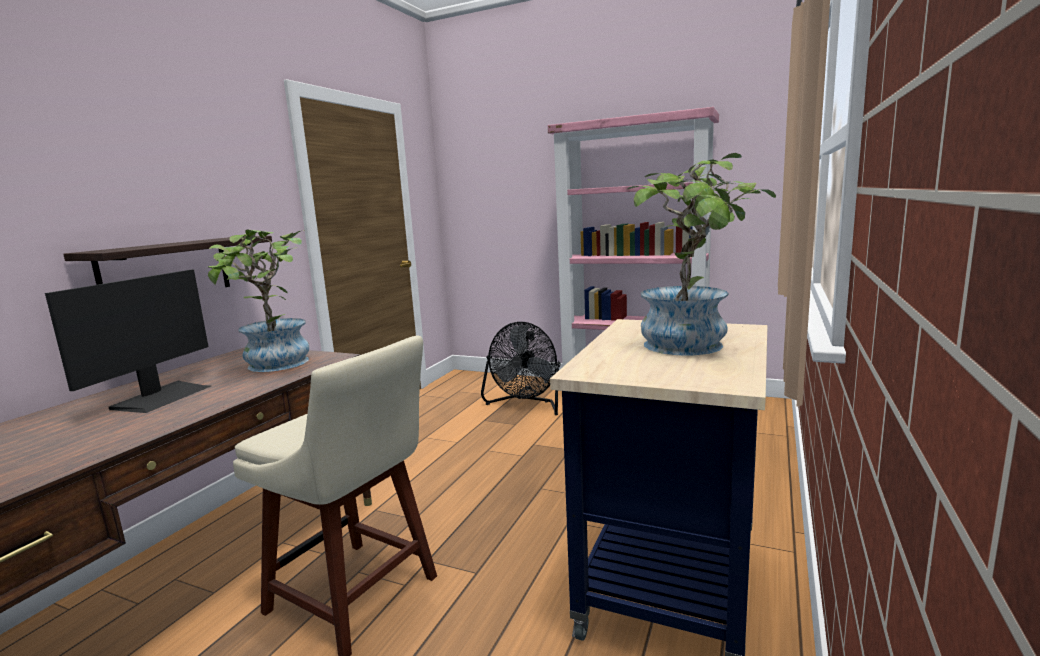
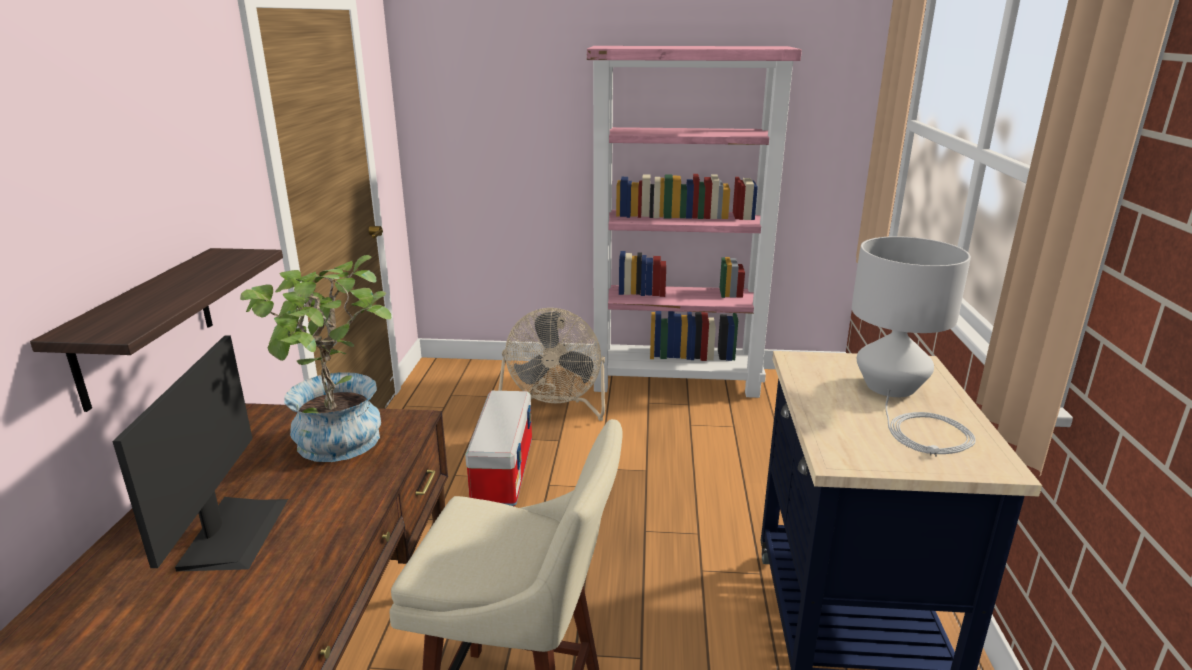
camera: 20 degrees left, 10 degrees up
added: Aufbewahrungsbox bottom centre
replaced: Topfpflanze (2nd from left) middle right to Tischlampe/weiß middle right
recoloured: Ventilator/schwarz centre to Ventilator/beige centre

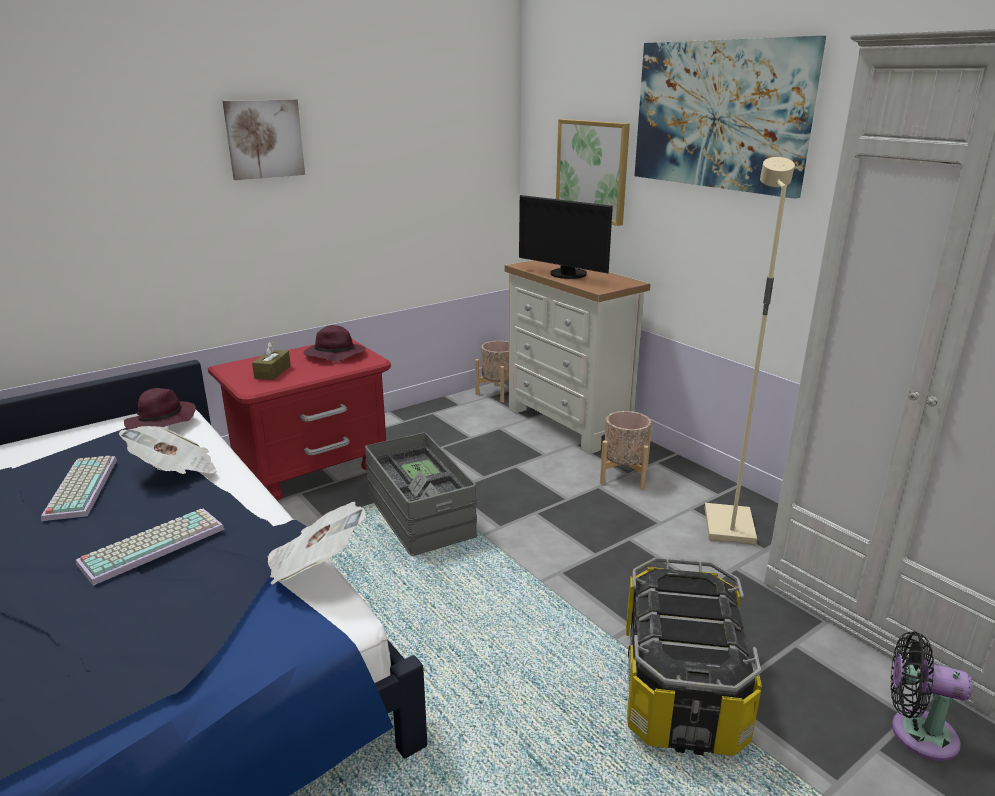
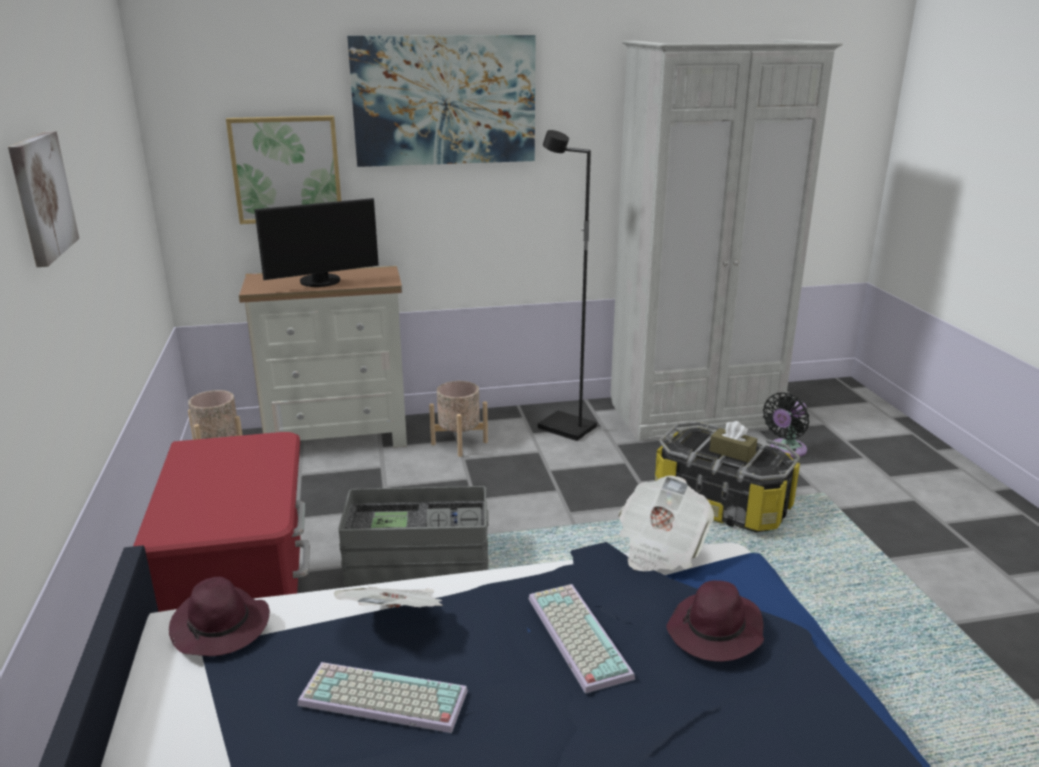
camera: 65 degrees left, 0 degrees up
moved: Hut/lila (2nd from left) centre to bottom right; Taschentuchbox/braun middle left to middle right
recoloured: Stehlampe/beige middle right to Stehlampe/schwarz centre

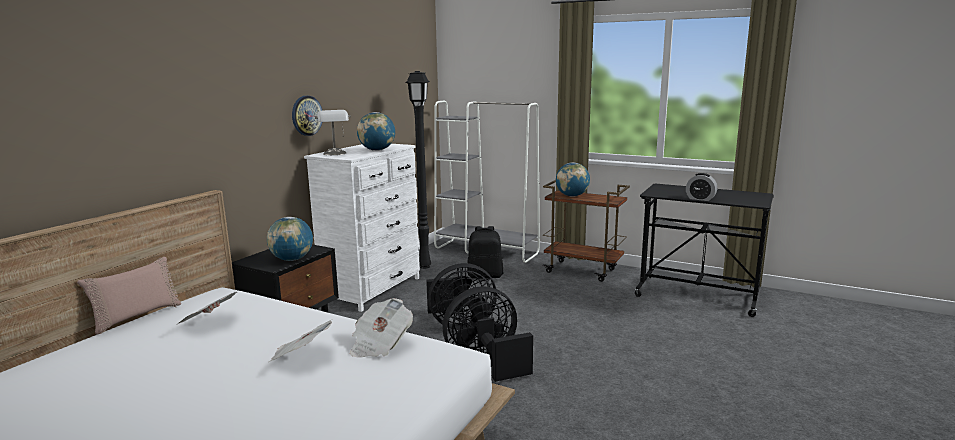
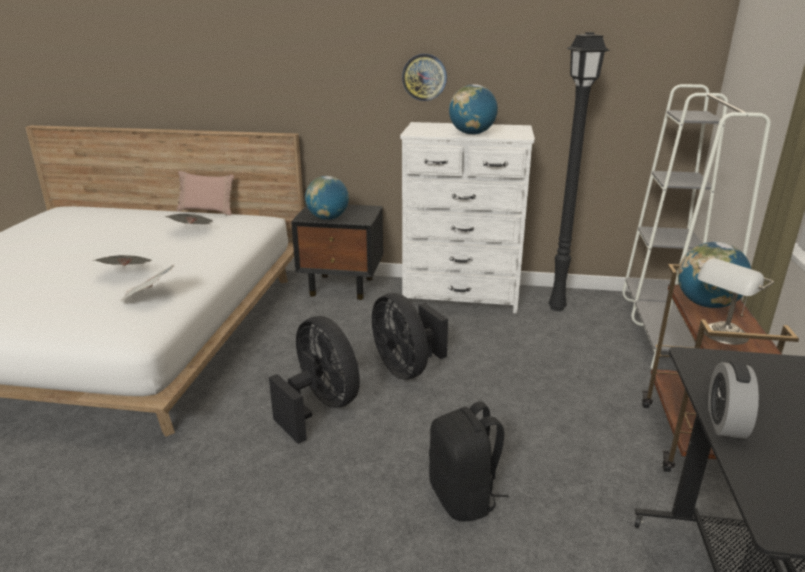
camera: 70 degrees right, 10 degrees up
moved: Rucksack/schwarz centre to bottom centre; Tischlampe/weiß top centre to middle right

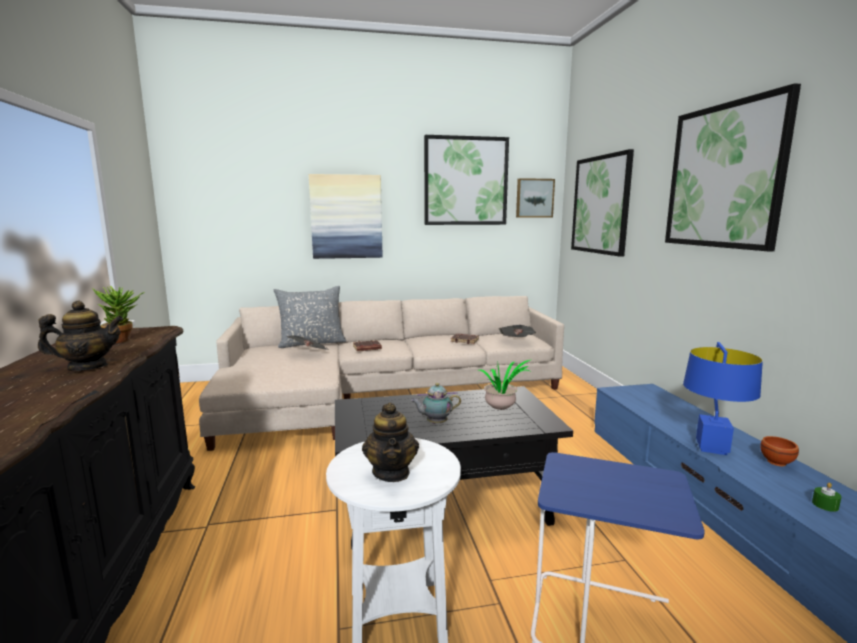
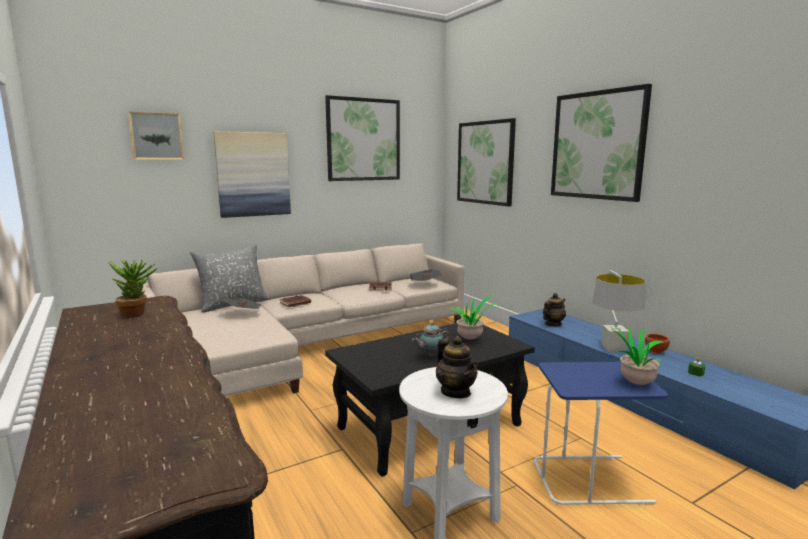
camera: 20 degrees left, 0 degrees up
added: Topfpflanze (3rd from left) middle right
moved: Bild (3rd from left in the first image) top centre to Bild (1st from left) top left; Teekanne (1st from left in the first image) middle left to Teekanne (3rd from left) middle right
recoloured: Tischlampe/blau middle right to Tischlampe/grau middle right

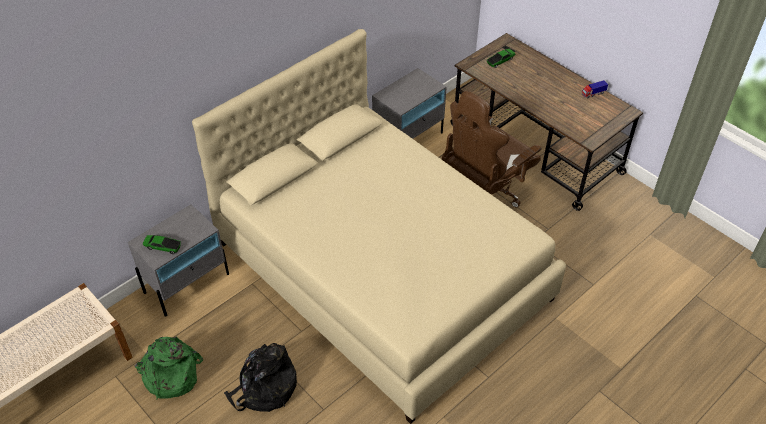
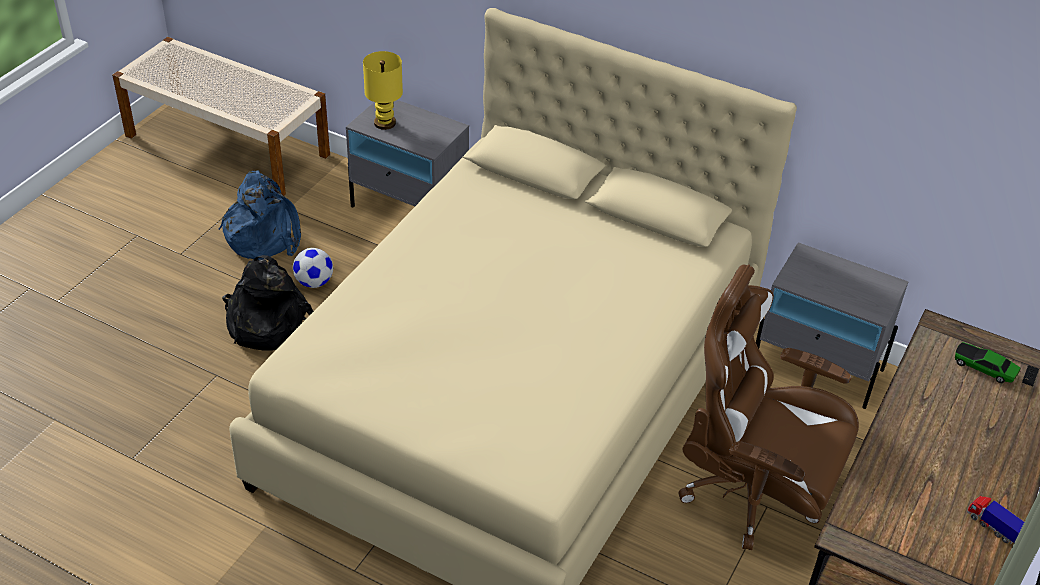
camera: 70 degrees right, 5 degrees down
added: Fußball middle left
replaced: Spielzeugauto (1st from left) middle left to Tischlampe/gelb top centre
recoloured: Rucksack/grün bottom left to Rucksack/blau middle left

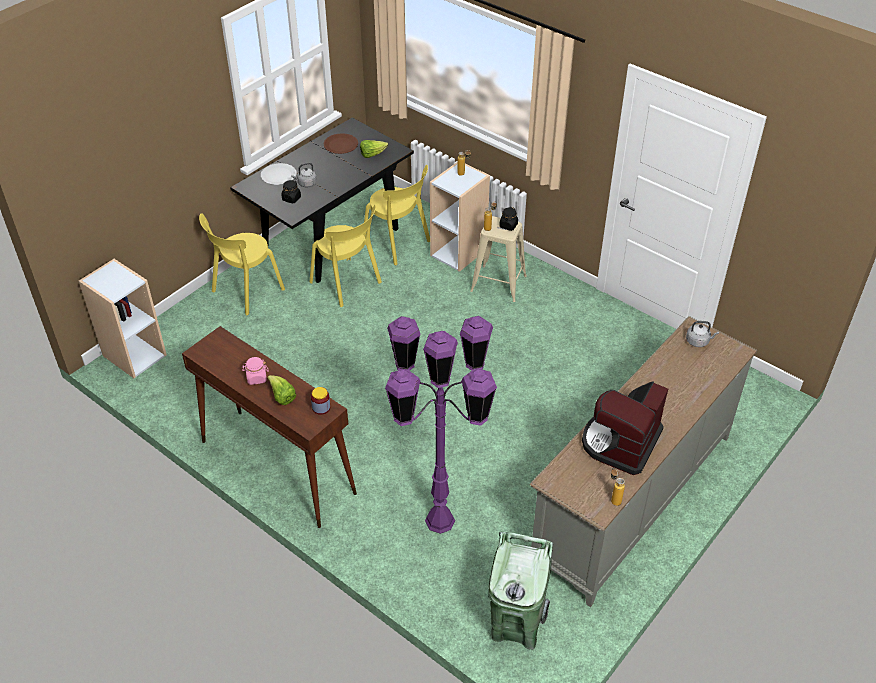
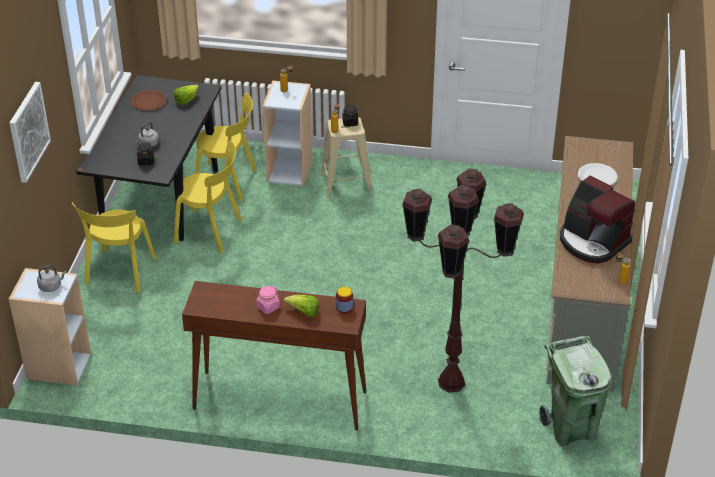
camera: 30 degrees left, 5 degrees down
added: Bild top left
moved: Wasserkessel/grau (2nd from left in the first image) middle right to Wasserkessel/grau (1st from left) middle left; Teller/weiß top left to middle right
recoloured: Stehlampe/lila centre to Stehlampe/braun centre
turned: Kaffeemaschine middle right = middle right 45 degrees counterclockwise

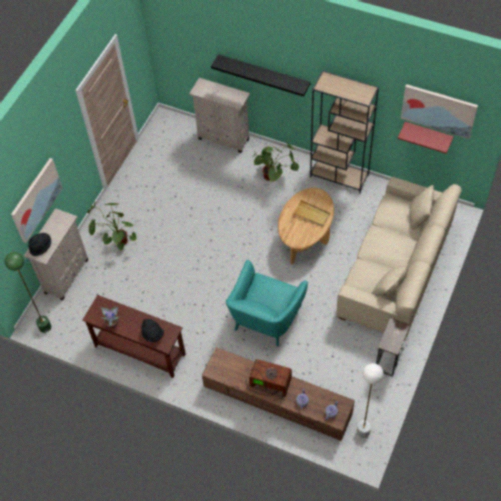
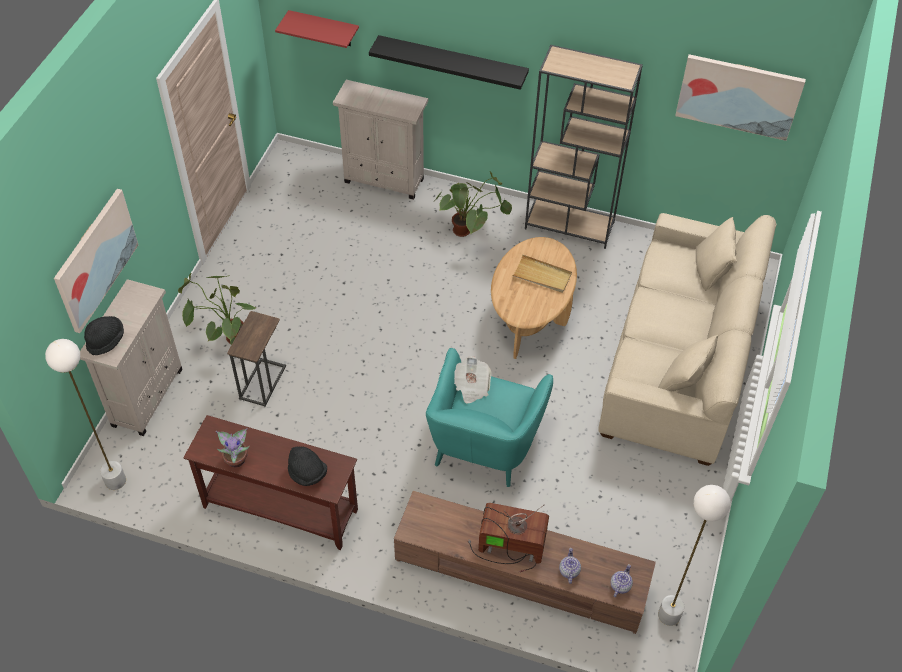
camera: 10 degrees left, 5 degrees down
added: Zeitung centre
moved: Beistelltisch/braun bottom right to middle left; Wandregal/rot top right to top centre
recoloured: Stehlampe/grün middle left to Stehlampe/weiß (1st from left) middle left

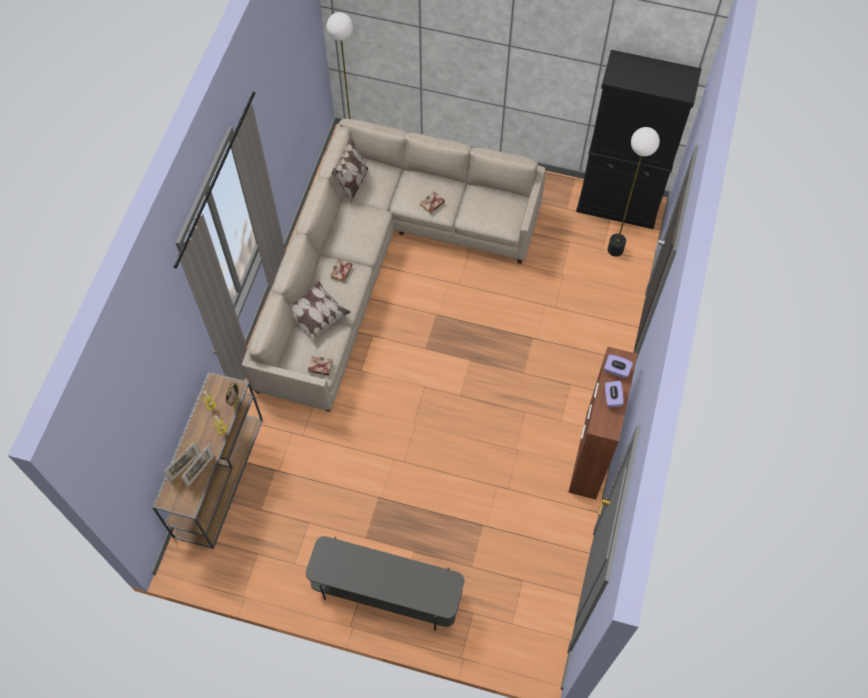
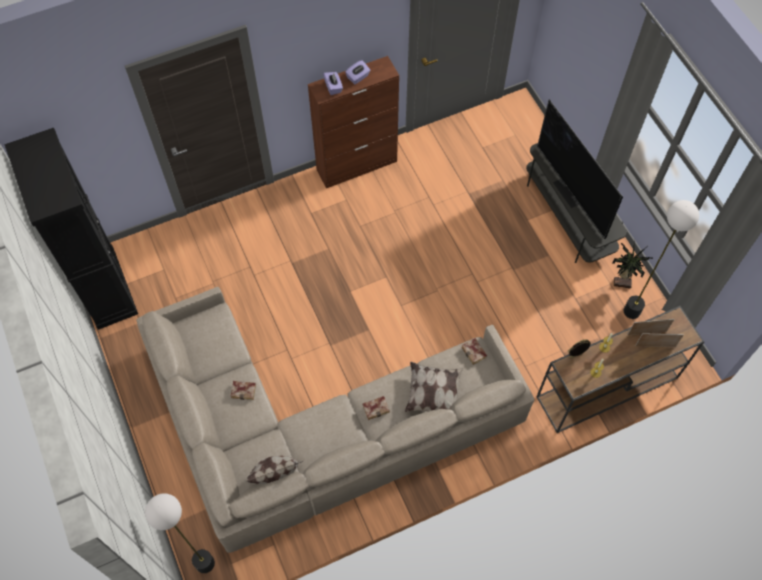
camera: 130 degrees left, 0 degrees up
added: Fernseher top right; Topfpflanze middle right
moved: Stehlampe (2nd from left) top right to middle right

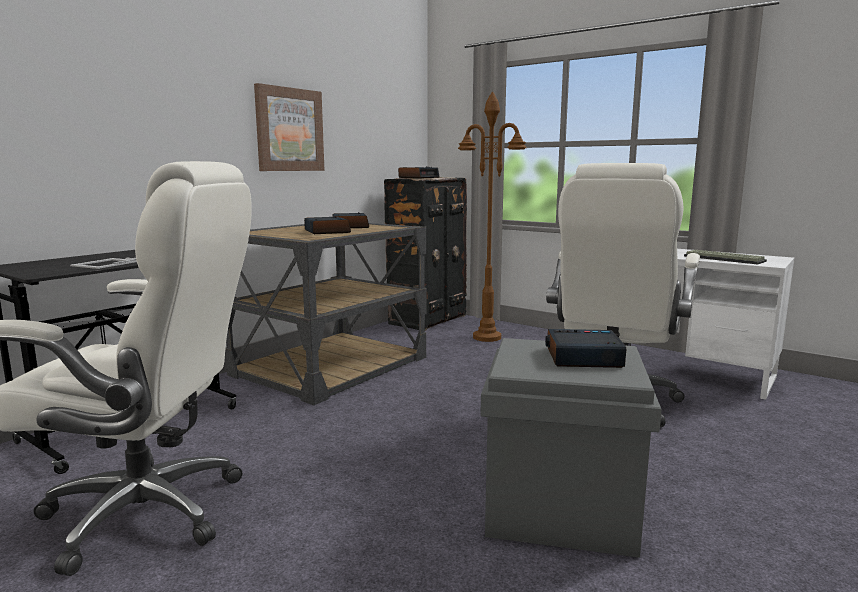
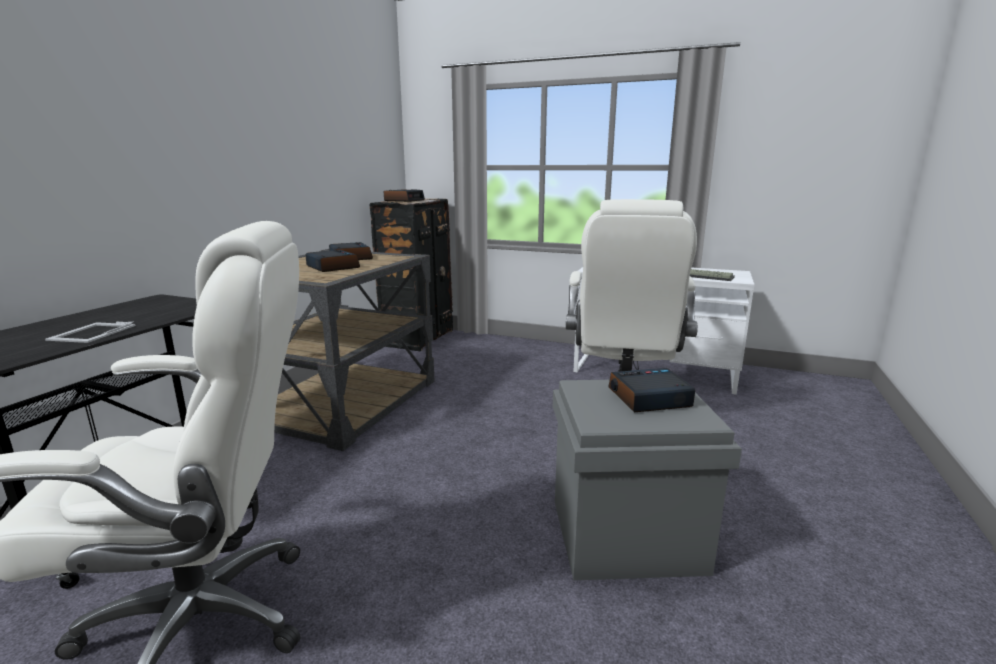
camera: 15 degrees left, 5 degrees up
removed: Bild top centre; Stehlampe/braun centre

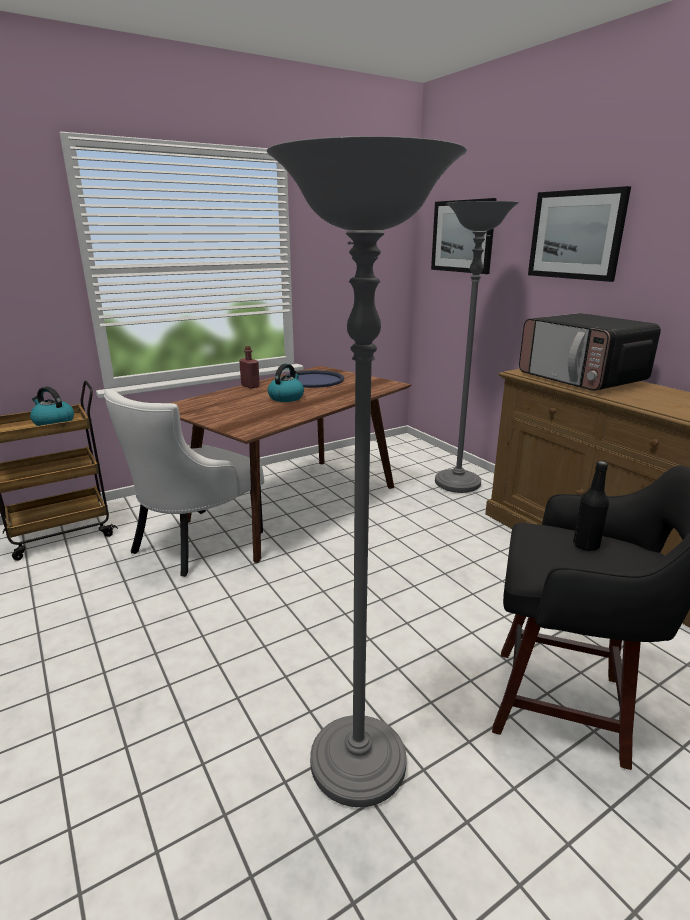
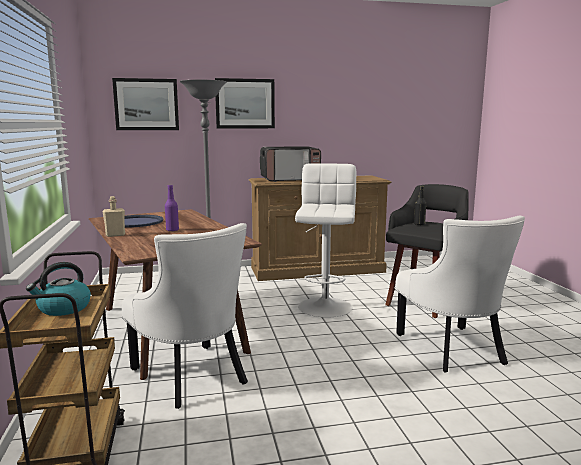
camera: 70 degrees left, 10 degrees down
added: Hocker/weiß centre
replaced: Wasserkessel (2nd from left) centre to Flasche/lila middle left; Stehlampe/grau (1st from left) centre to Stuhl/weiß (2nd from left) middle right
recoloured: Flasche/rot centre to Flasche/beige middle left

